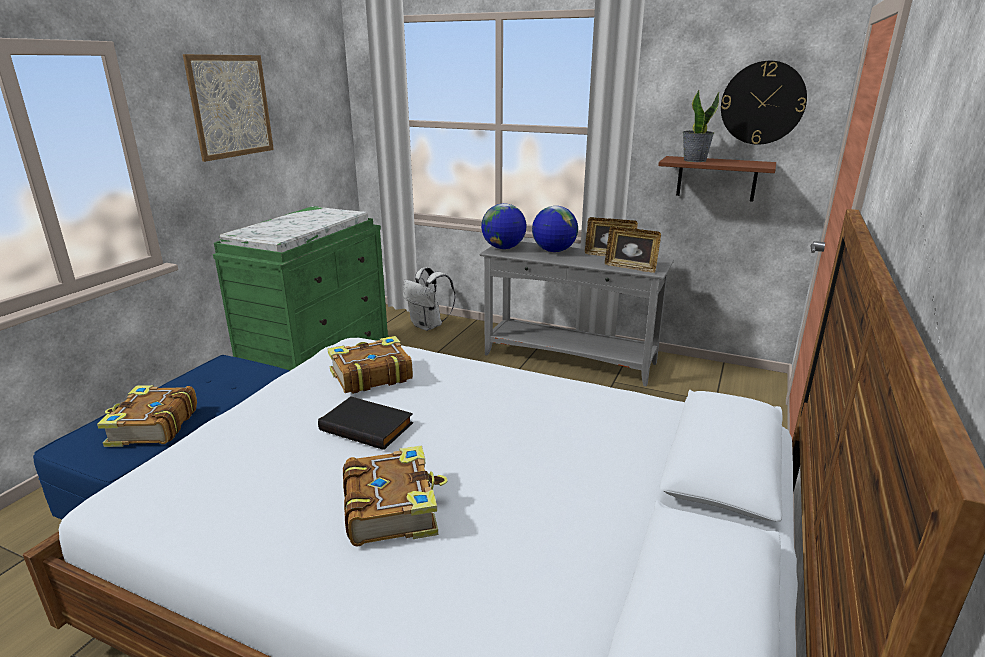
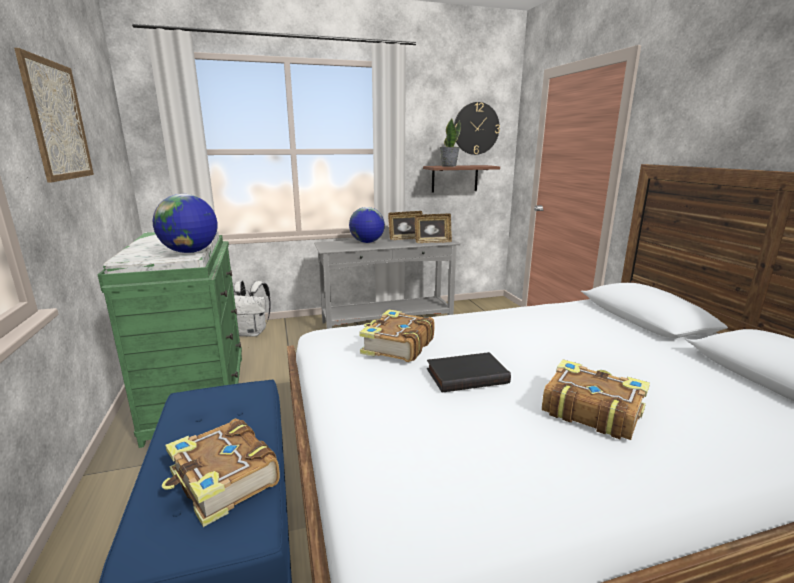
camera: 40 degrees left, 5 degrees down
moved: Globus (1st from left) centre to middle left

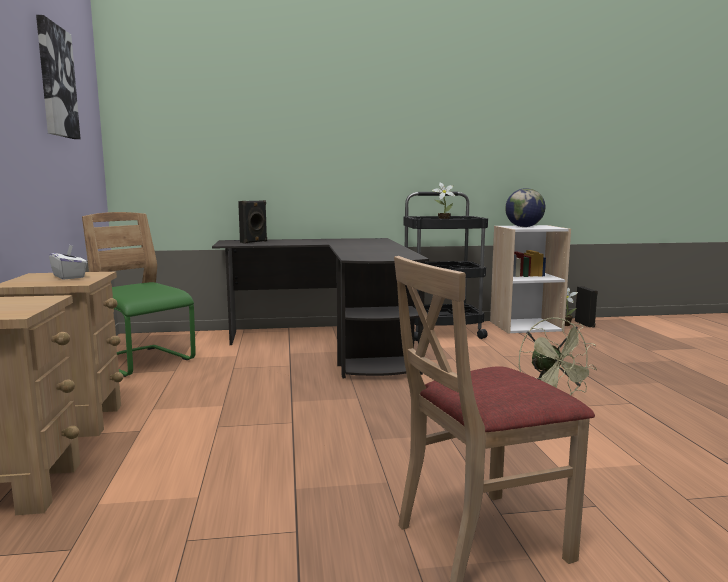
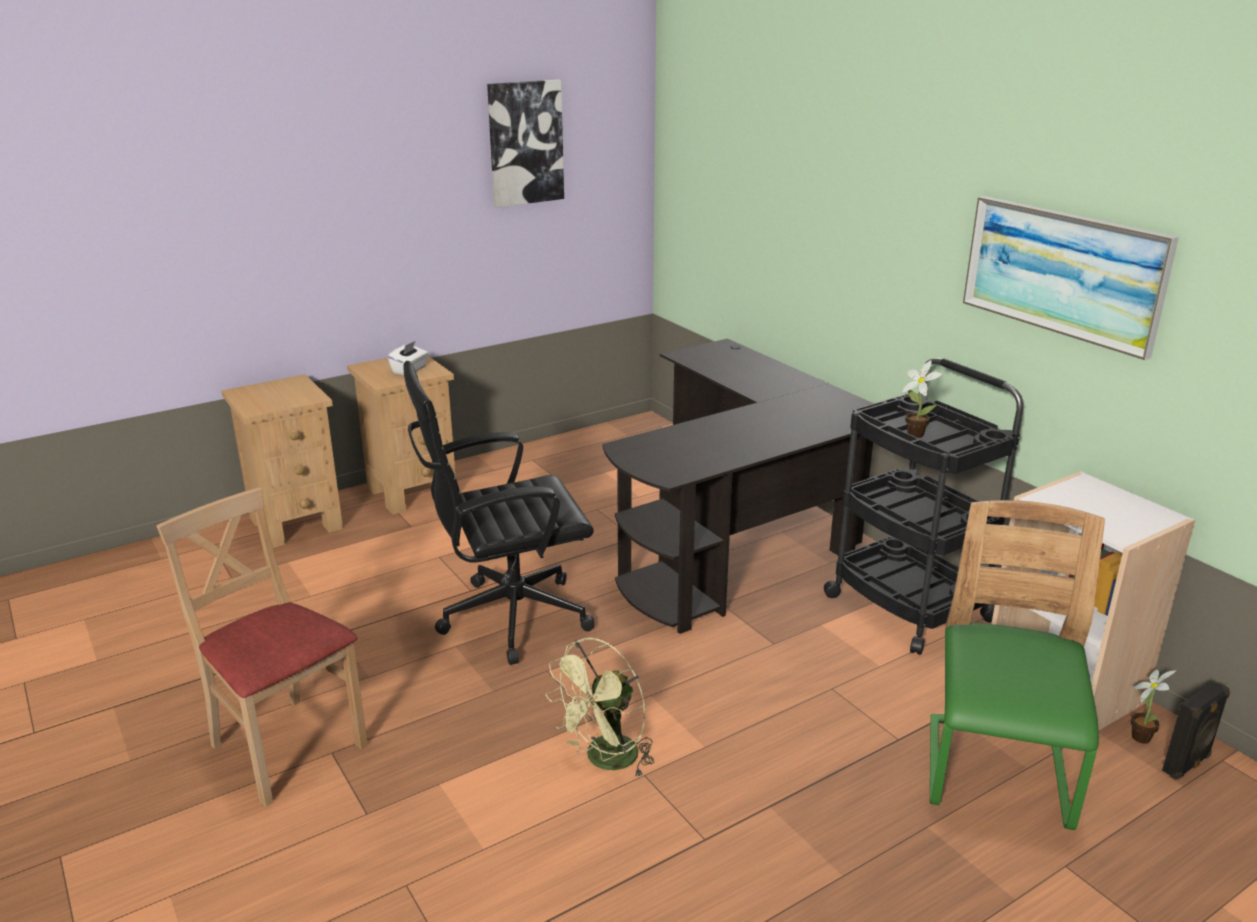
camera: 65 degrees right, 15 degrees up
removed: Lautsprecher/schwarz (1st from left) centre; Globus middle right
added: Bürostuhl/schwarz centre; Bild (2nd from left) top right
moved: Stuhl/grün middle left to bottom right

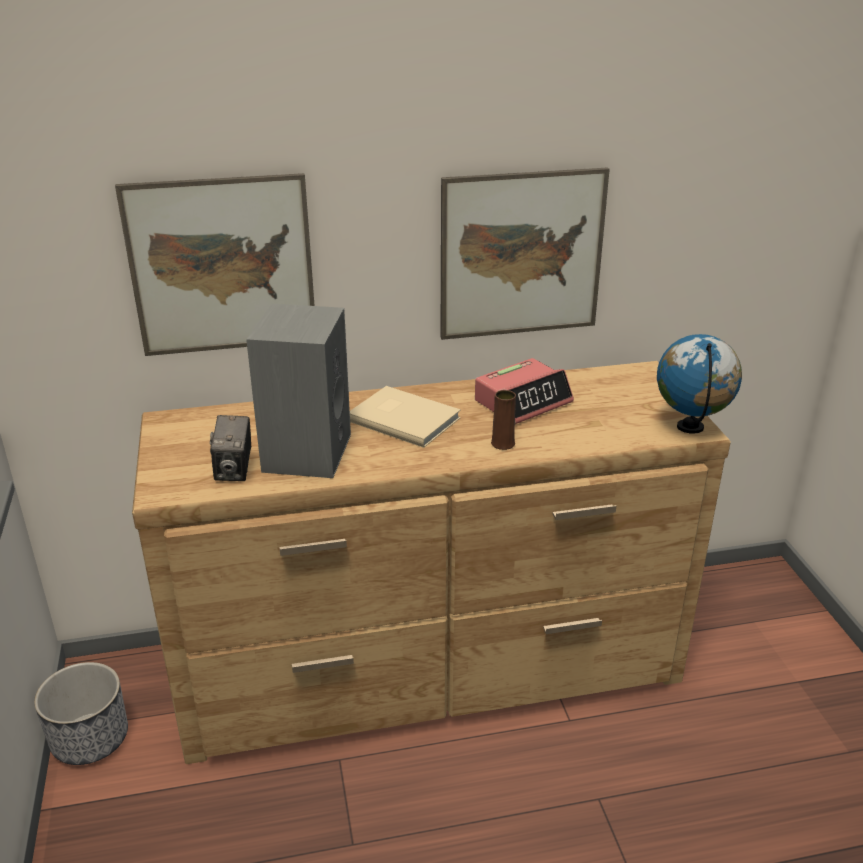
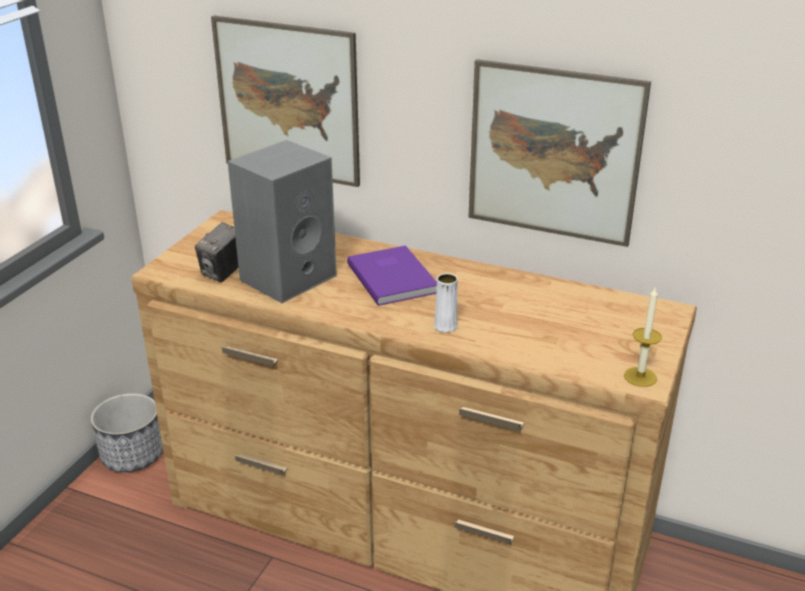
camera: 35 degrees right, 0 degrees up
removed: Wecker centre
replaced: Globus middle right to Kerze middle right
recoloured: Buch/beige centre to Buch/lila centre; Vase/braun centre to Vase/weiß centre

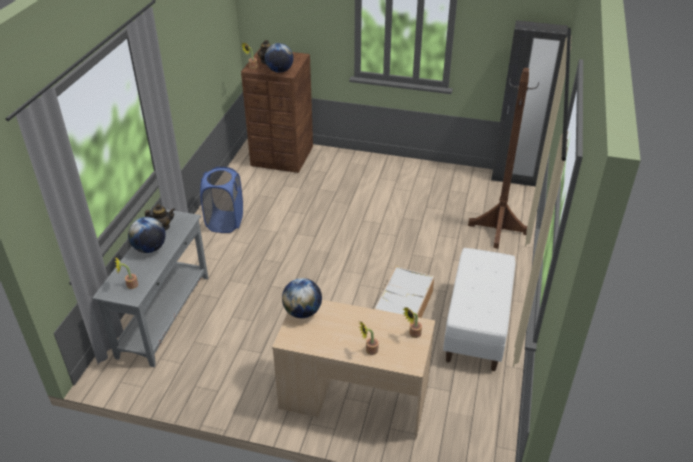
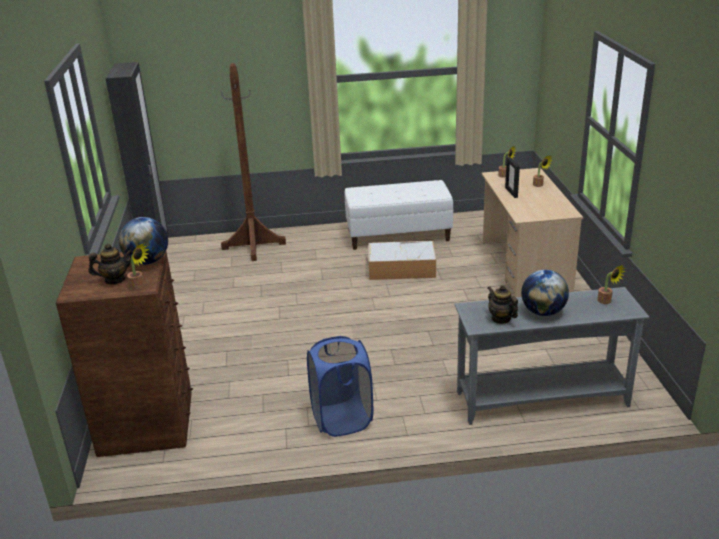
camera: 110 degrees left, 10 degrees down
removed: Globus (3rd from left) centre
added: Bilderrahmen top right

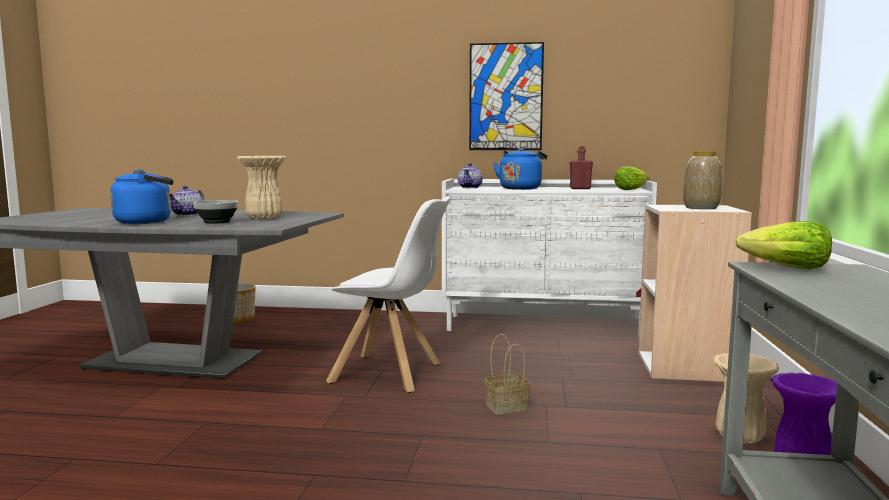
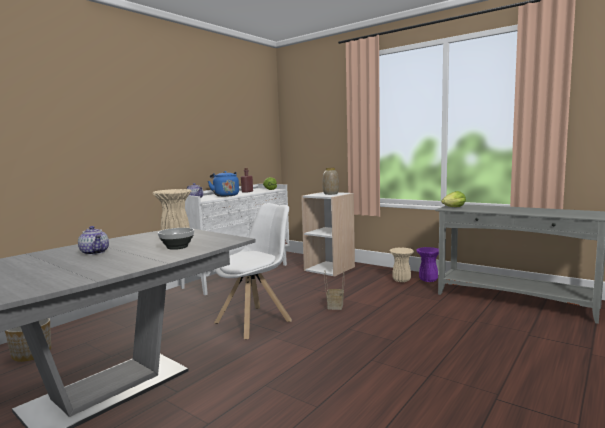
camera: 60 degrees left, 0 degrees up
removed: Wasserkessel/blau (1st from left) middle left; Bild top centre

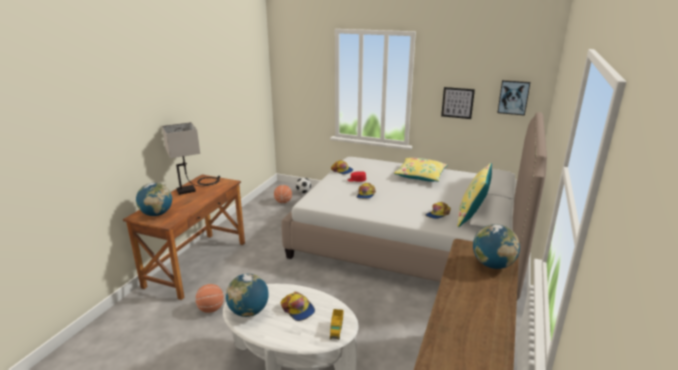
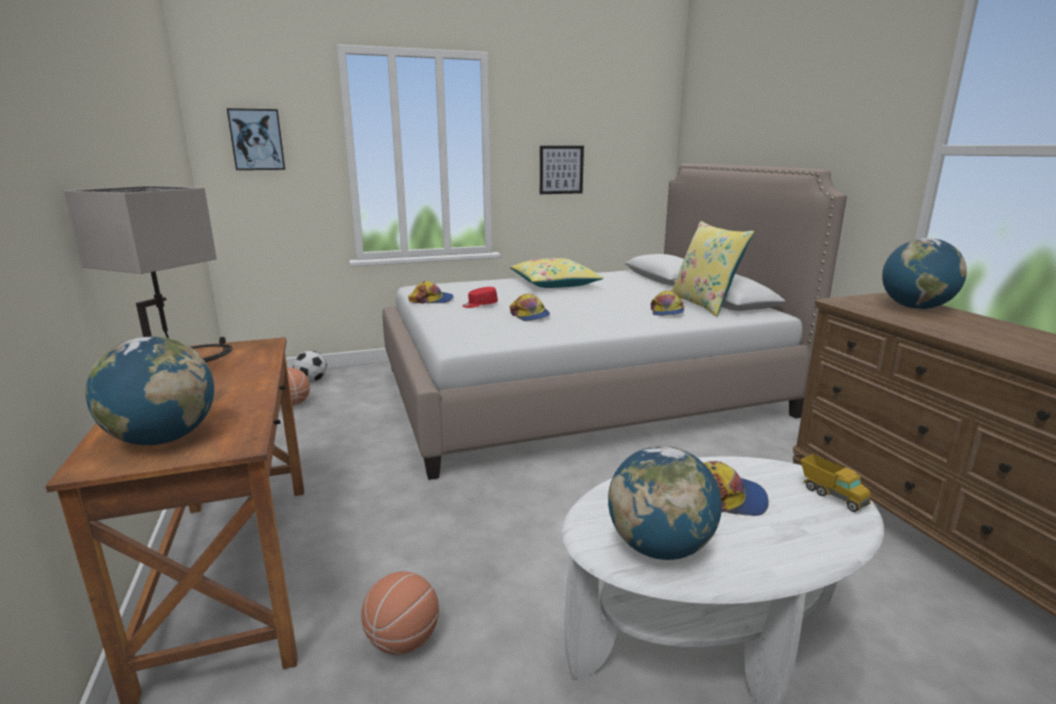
camera: 40 degrees left, 5 degrees down
moved: Bild (2nd from left in the first image) top right to Bild (1st from left) top left

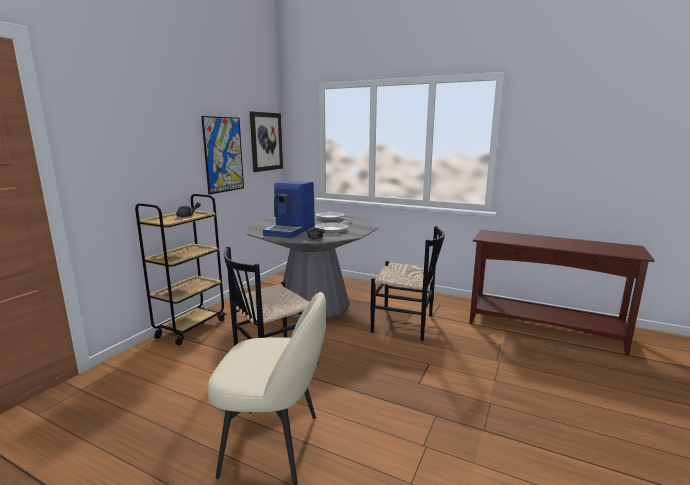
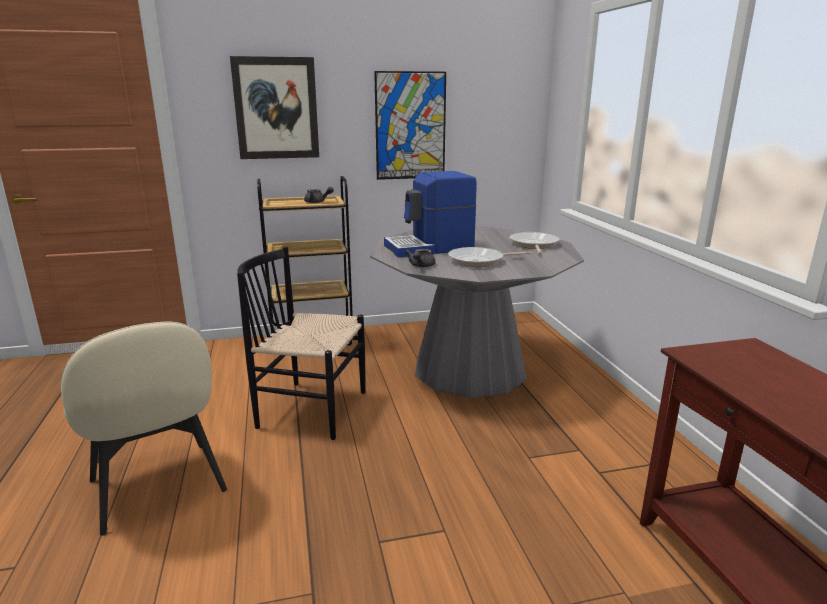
camera: 50 degrees right, 5 degrees up
removed: Stuhl/schwarz (2nd from left) centre
moved: Bild (2nd from left in the first image) top centre to Bild (1st from left) top left

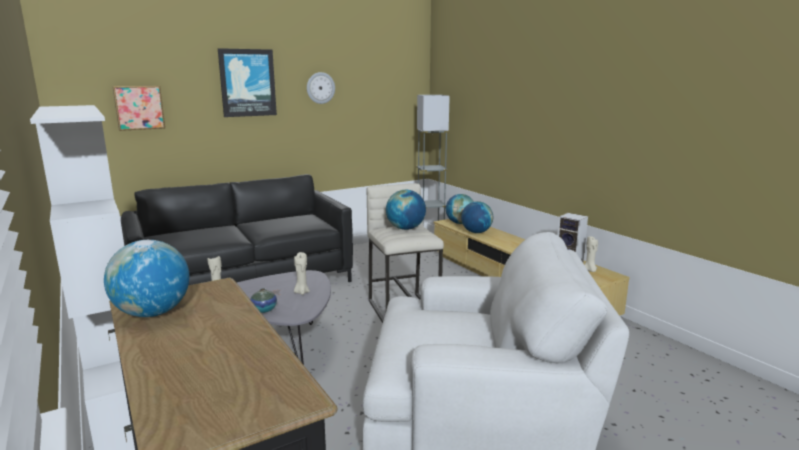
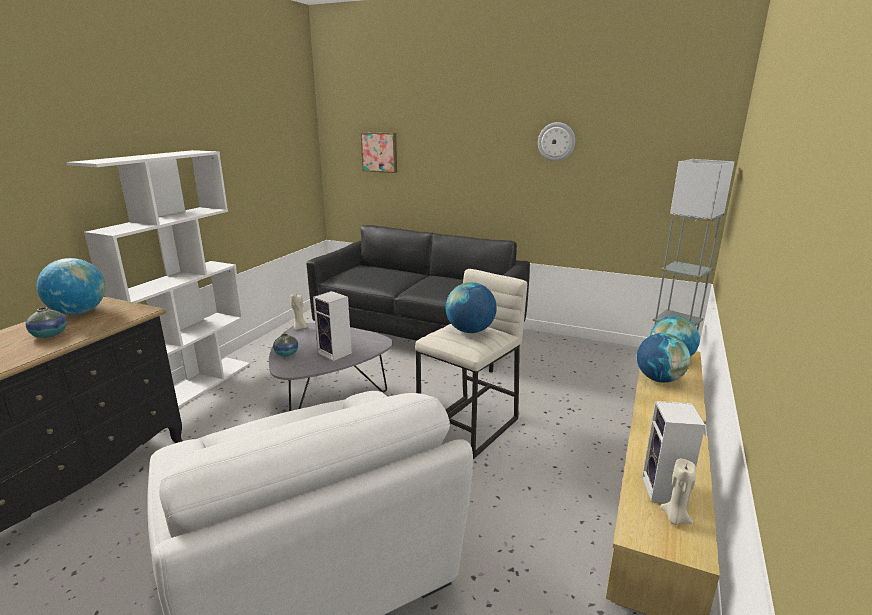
camera: 55 degrees right, 5 degrees up
removed: Bild (2nd from left) top left
added: Vase (1st from left) middle left
replaced: Kerze/beige (2nd from left) centre to Lautsprecher (1st from left) centre

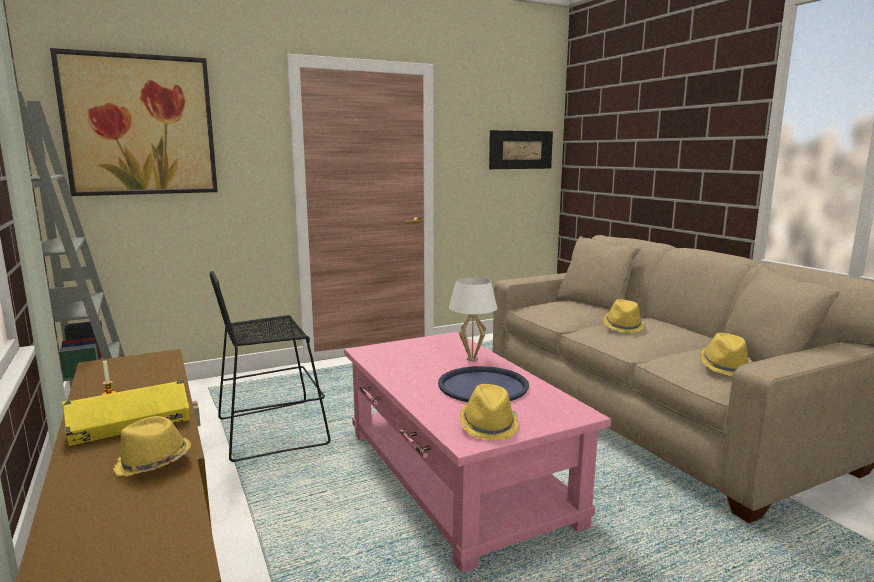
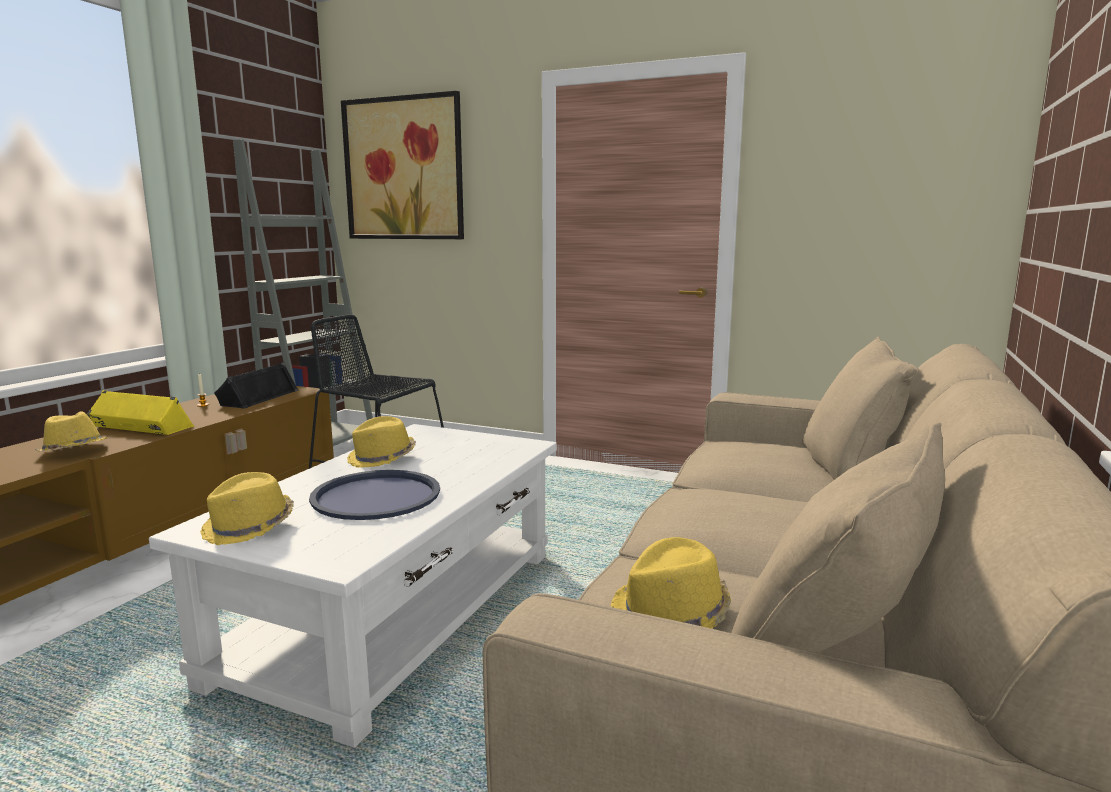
camera: 50 degrees right, 0 degrees up
removed: Tischlampe/weiß centre; Bild (2nd from left) top centre
added: Lautsprecher/schwarz middle left
moved: Hut/gelb (3rd from left) middle right to centre
recoloured: Couchtisch/rosa bottom centre to Couchtisch/weiß bottom left

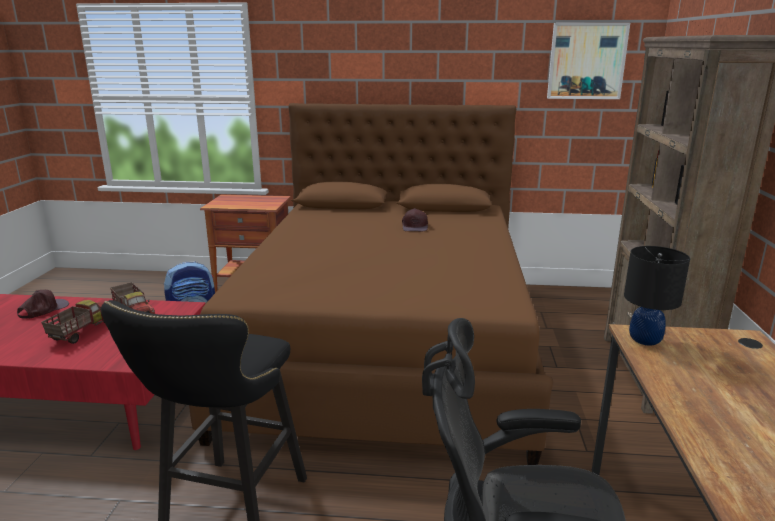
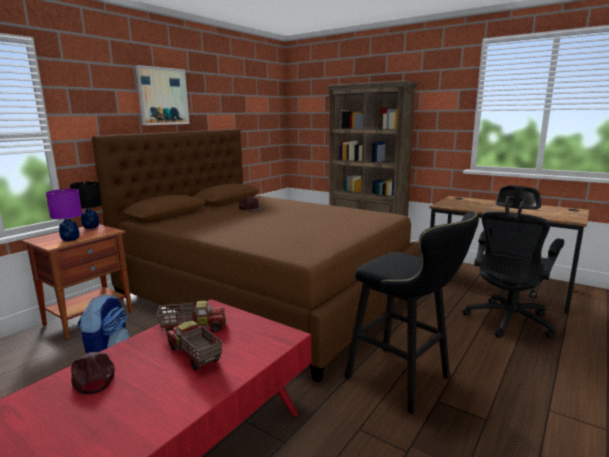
camera: 60 degrees left, 5 degrees down
added: Tischlampe/lila middle left
moved: Tischlampe/schwarz middle right to middle left; Bild top right to top left

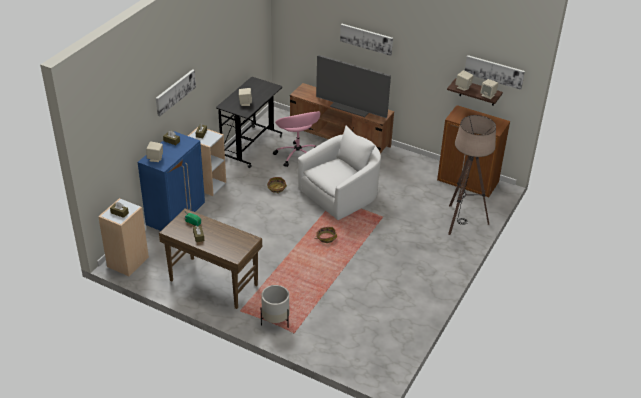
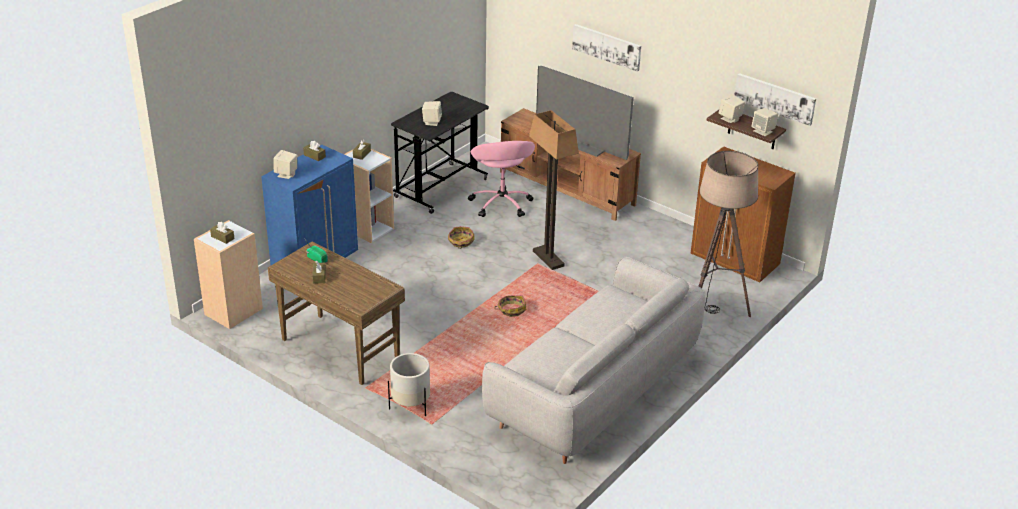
camera: 10 degrees right, 5 degrees down
removed: Bild (1st from left) top left
added: Sofa/grau bottom centre
replaced: Sessel/weiß centre to Stehlampe (1st from left) centre

